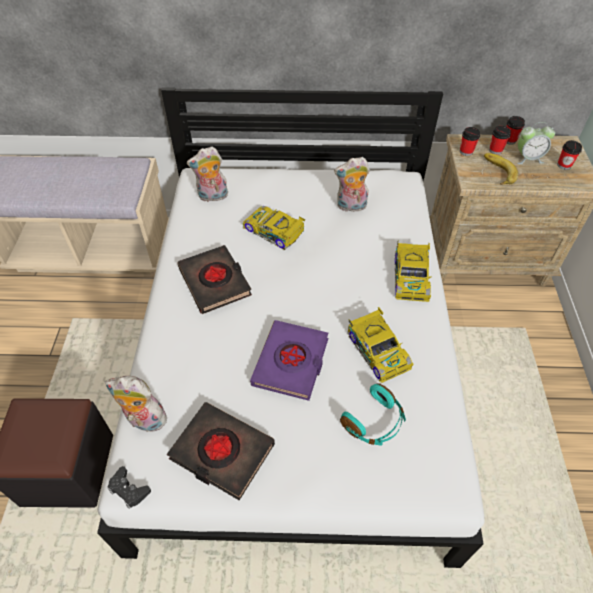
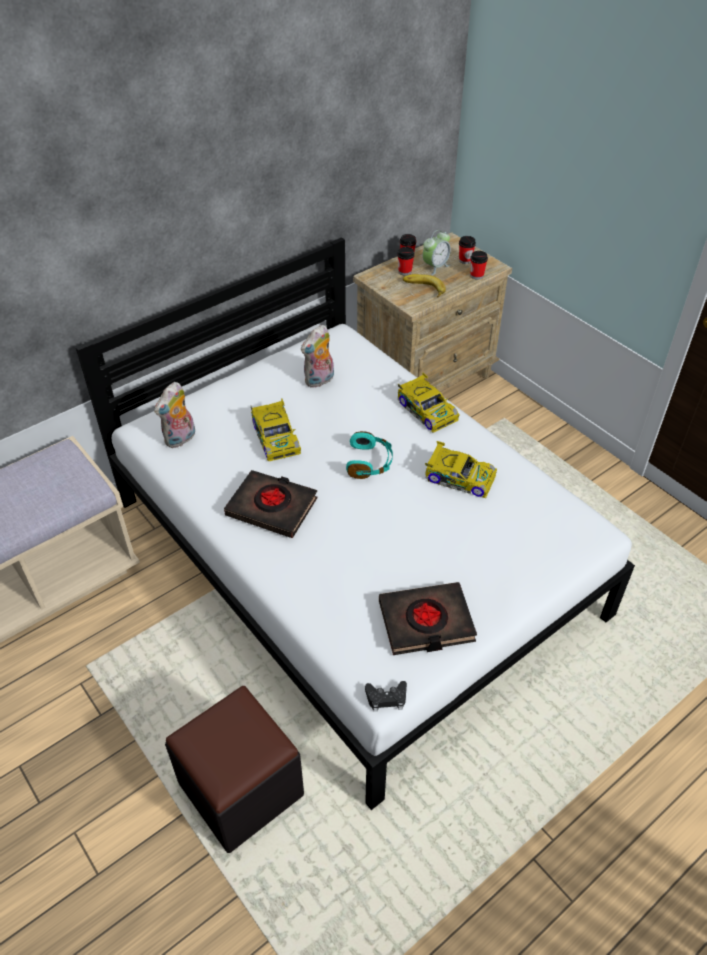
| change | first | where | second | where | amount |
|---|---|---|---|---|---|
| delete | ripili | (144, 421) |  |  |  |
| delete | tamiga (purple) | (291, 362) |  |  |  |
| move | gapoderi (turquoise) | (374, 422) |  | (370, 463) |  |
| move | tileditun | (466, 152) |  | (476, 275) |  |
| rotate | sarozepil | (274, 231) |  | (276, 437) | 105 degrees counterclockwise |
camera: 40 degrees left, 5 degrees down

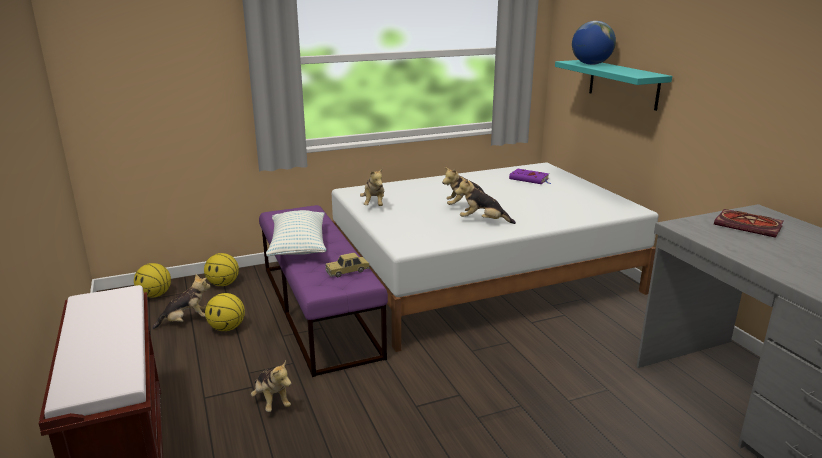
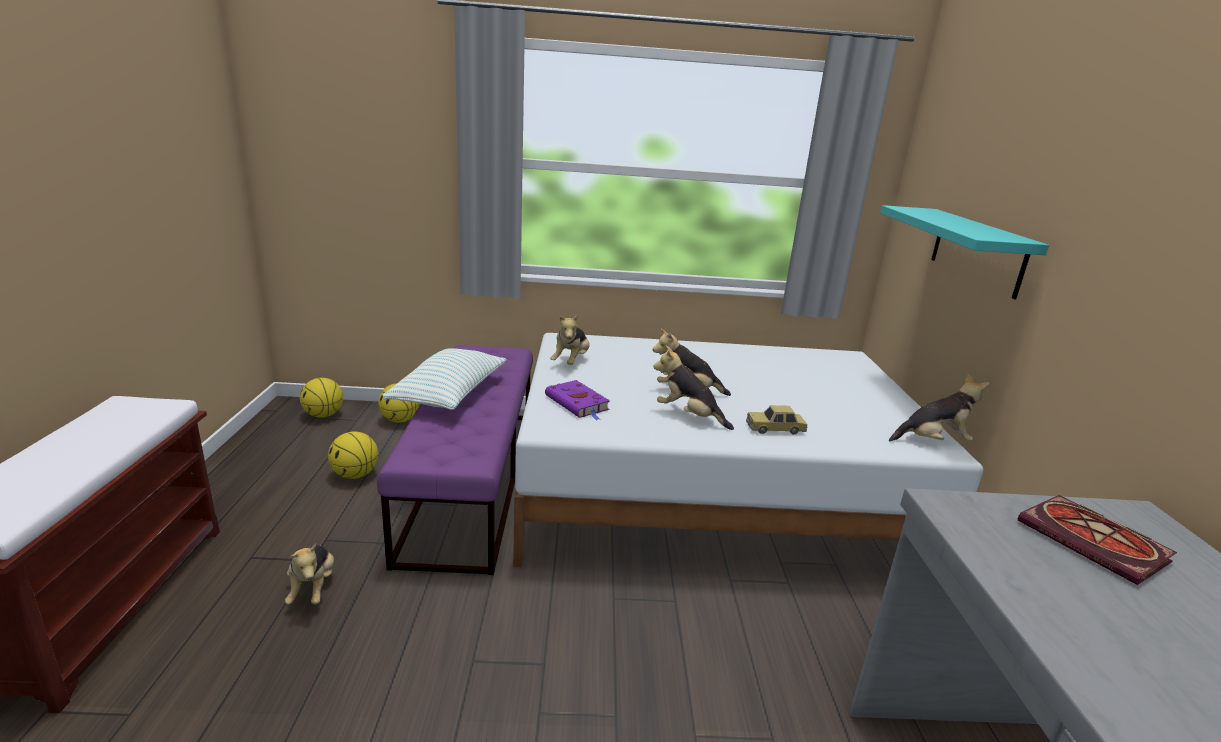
| change | first | where | second | where | amount |
|---|---|---|---|---|---|
| delete | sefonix | (591, 64) |  |  |  |
| move | ripili | (186, 321) |  | (933, 441) |  |
| move | sarozepil | (347, 271) |  | (775, 429) |  |
| move | tamiga (purple) | (530, 179) |  | (578, 403) |  |
camera: 20 degrees right, 0 degrees up

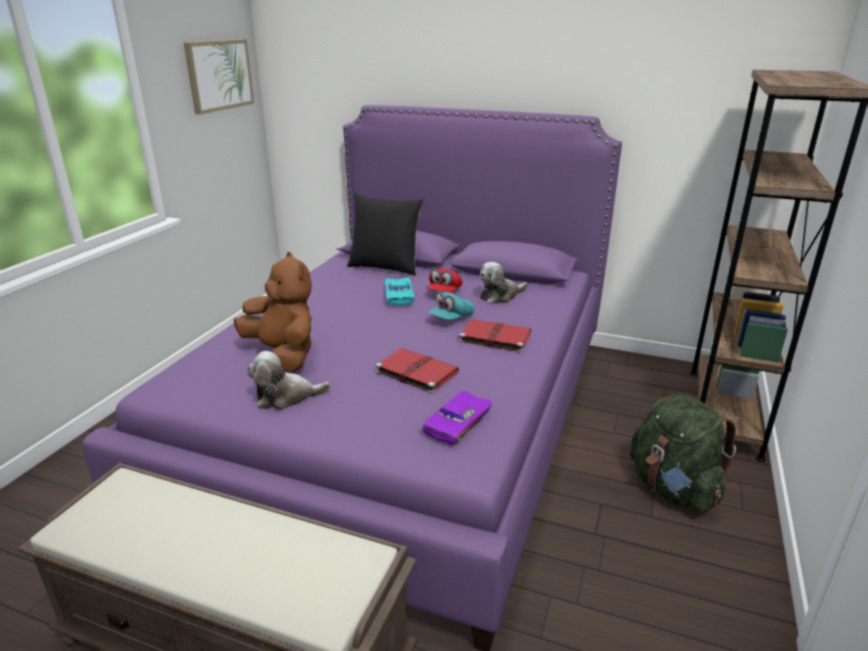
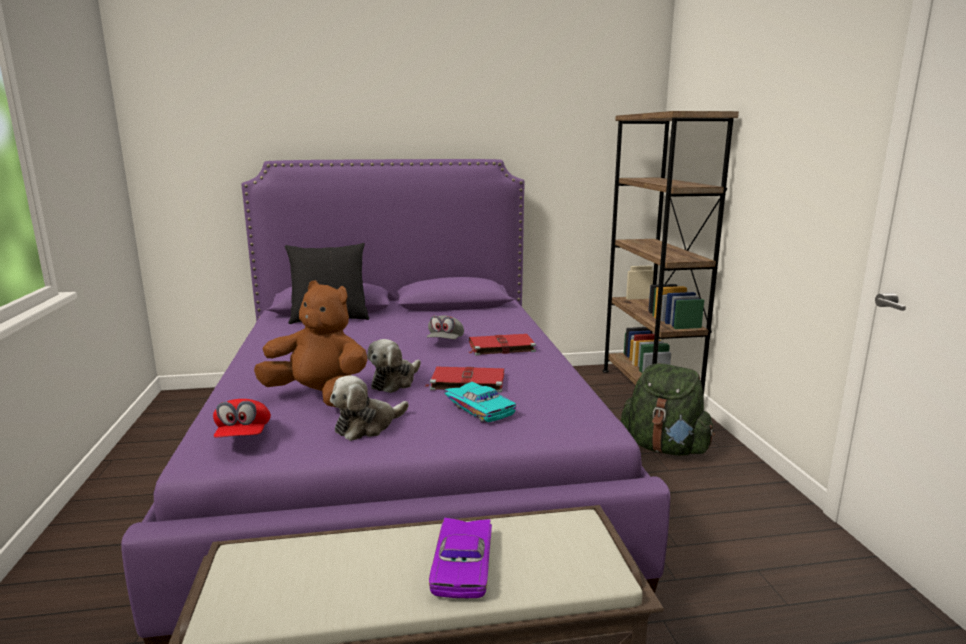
| change | first | where | second | where | amount |
|---|---|---|---|---|---|
| delete | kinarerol | (219, 75) |  |  |  |
| move | sarozepil (turquoise) | (400, 296) |  | (481, 408) |  |
| move | sarozepil (purple) | (459, 424) |  | (466, 565) |  |
| move | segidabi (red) | (444, 292) |  | (243, 436) |  |
| move | ripili | (500, 296) |  | (395, 382) |  |
| recolor | segidabi (turquoise) | (451, 318) | segidabi (grey) | (445, 342) |  |
camera: 30 degrees left, 10 degrees down

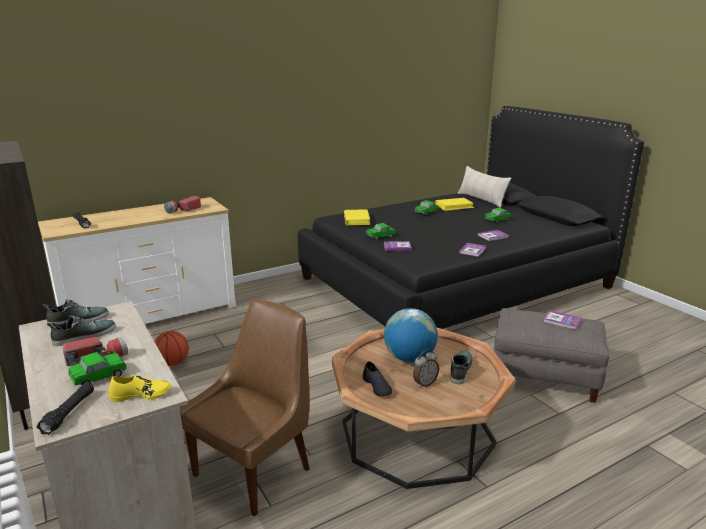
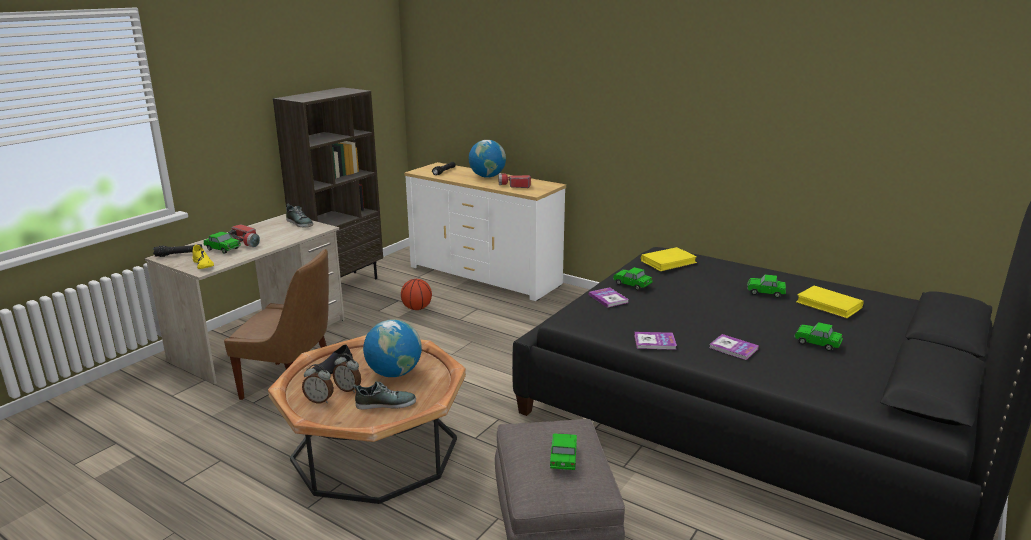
| change | first | where | second | where | amount |
|---|---|---|---|---|---|
| delete | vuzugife | (84, 335) |  |  |  |
| delete | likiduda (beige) | (481, 200) |  |  |  |
| insert |  |  | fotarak | (319, 400) |  |
| insert |  |  | sefonix | (487, 176) |  |
| replace | tamiga | (561, 321) | sarozepil | (563, 459) |  |
camera: 65 degrees right, 0 degrees up

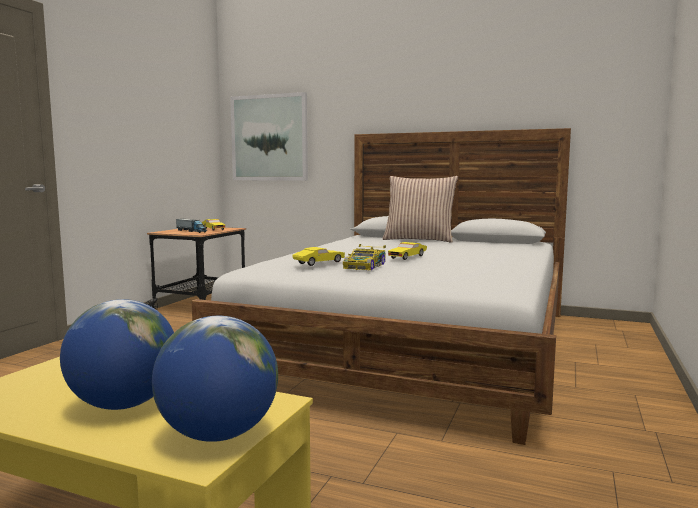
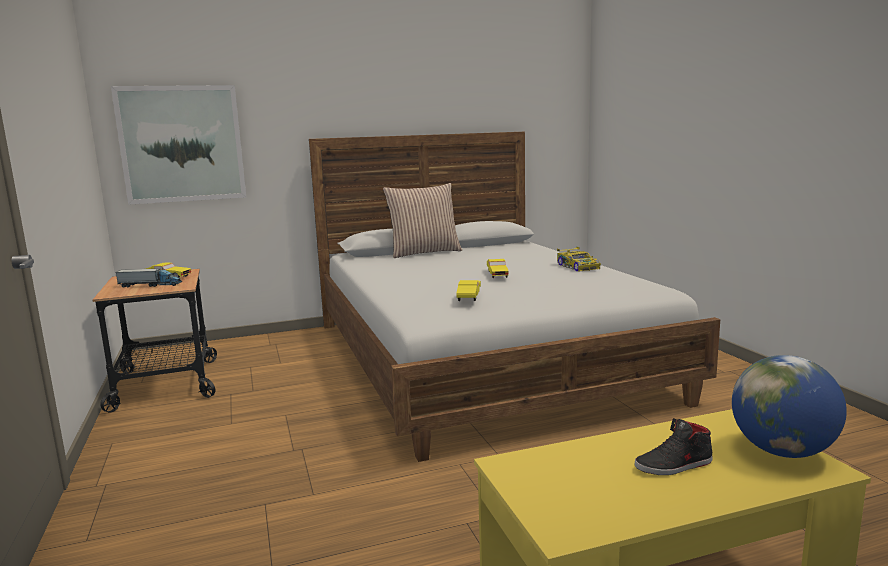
| change | first | where | second | where | amount |
|---|---|---|---|---|---|
| move | sarozepil | (365, 266) |  | (577, 266) |  |
| replace | sefonix | (124, 404) | vuzugife (black) | (674, 465) |  |
camera: 40 degrees left, 5 degrees up

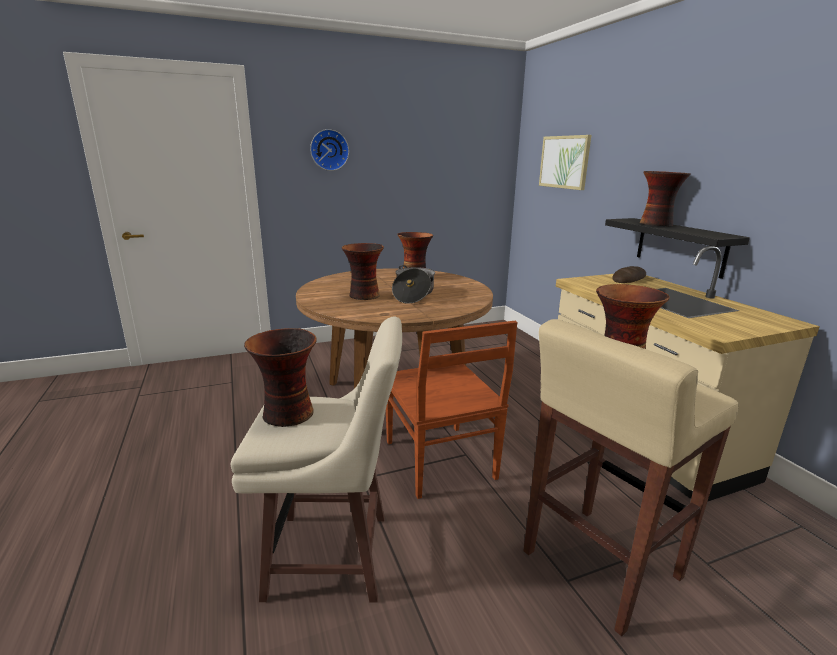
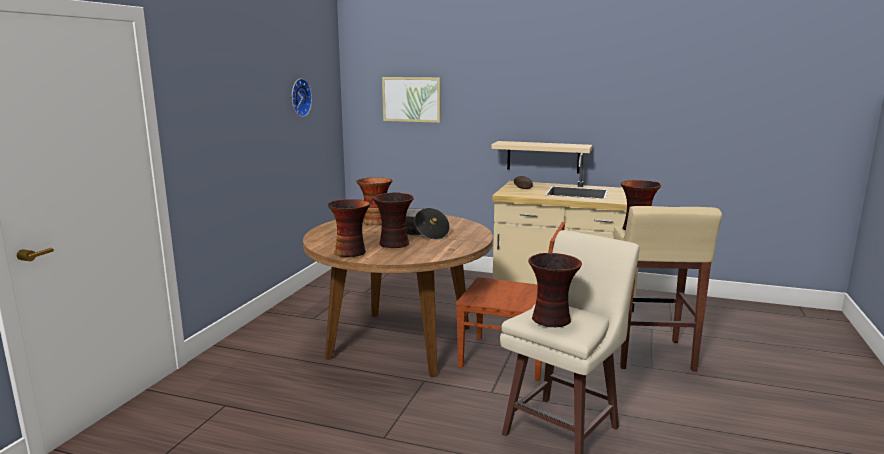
| change | first | where | second | where | amount |
|---|---|---|---|---|---|
| move | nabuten | (329, 150) |  | (299, 97) |  |
| move | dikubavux | (657, 224) |  | (351, 252) |  |
| recolor | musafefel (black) | (680, 246) | musafefel (beige) | (543, 157) |  |
camera: 50 degrees left, 5 degrees down

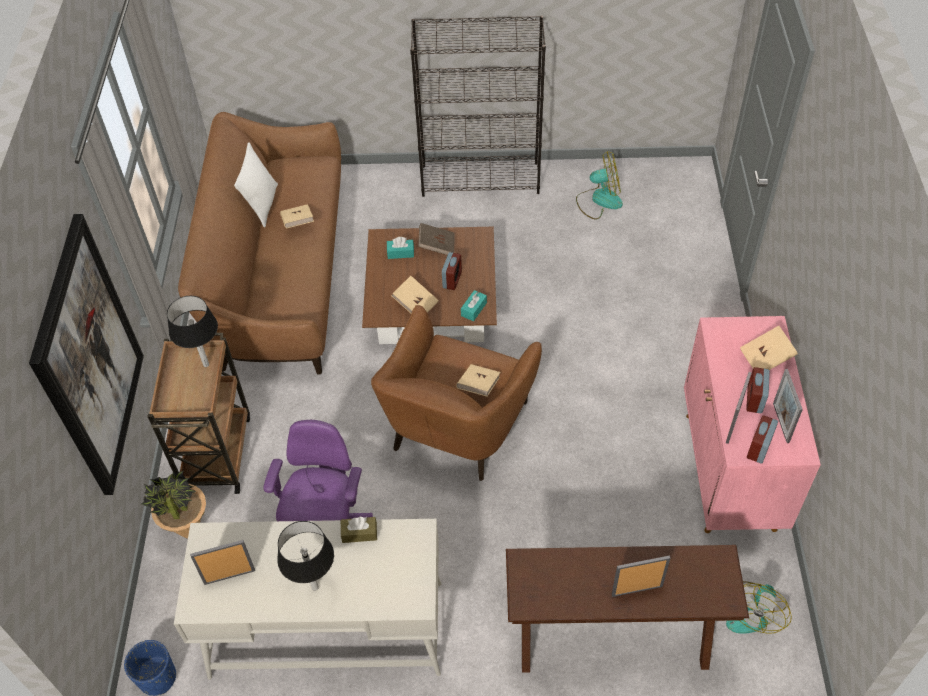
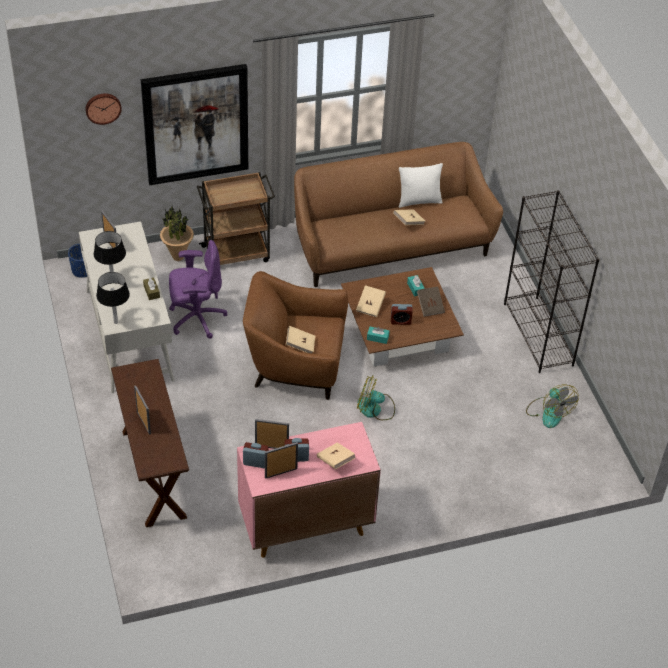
| change | first | where | second | where | amount |
|---|---|---|---|---|---|
| insert |  |  | nabuten | (103, 107) |  |
| move | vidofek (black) | (206, 364) |  | (116, 322) |  |
| move | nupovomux | (751, 610) |  | (375, 409) |  |
camera: 70 degrees right, 5 degrees down

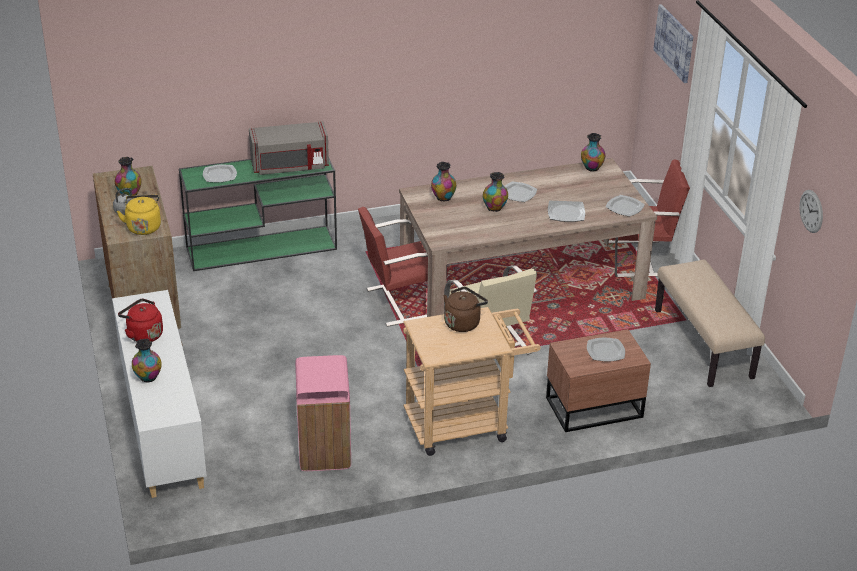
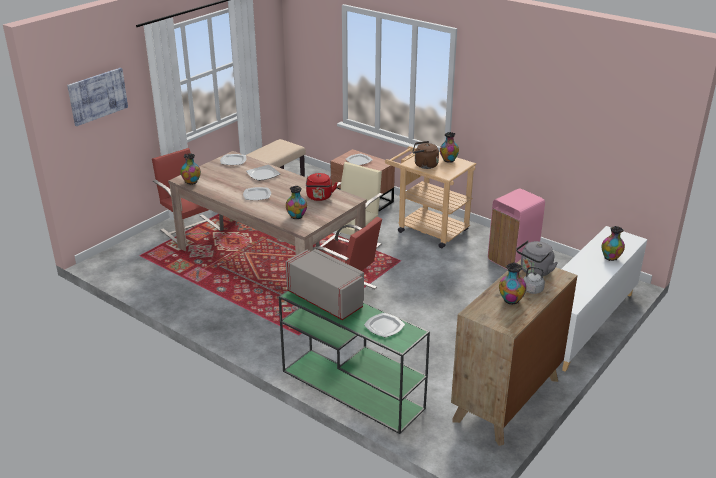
| change | first | where | second | where | amount |
|---|---|---|---|---|---|
| delete | nabuten | (811, 211) |  |  |  |
| move | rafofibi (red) | (143, 334) |  | (319, 197) |  |
| move | dikubavux | (495, 208) |  | (448, 160) |  |
| recolor | rafofibi (yellow) | (143, 226) | rafofibi (grey) | (534, 271) |  |
camera: 125 degrees left, 5 degrees down

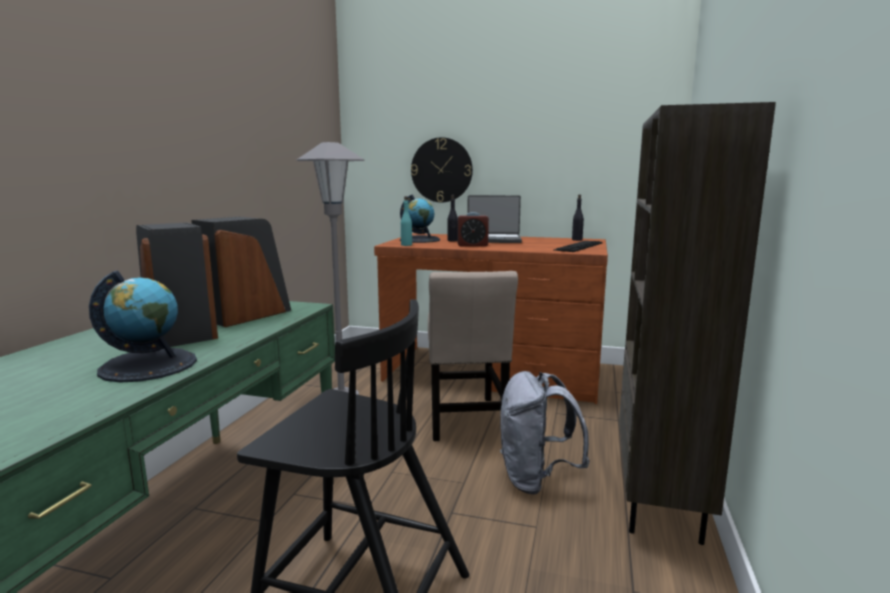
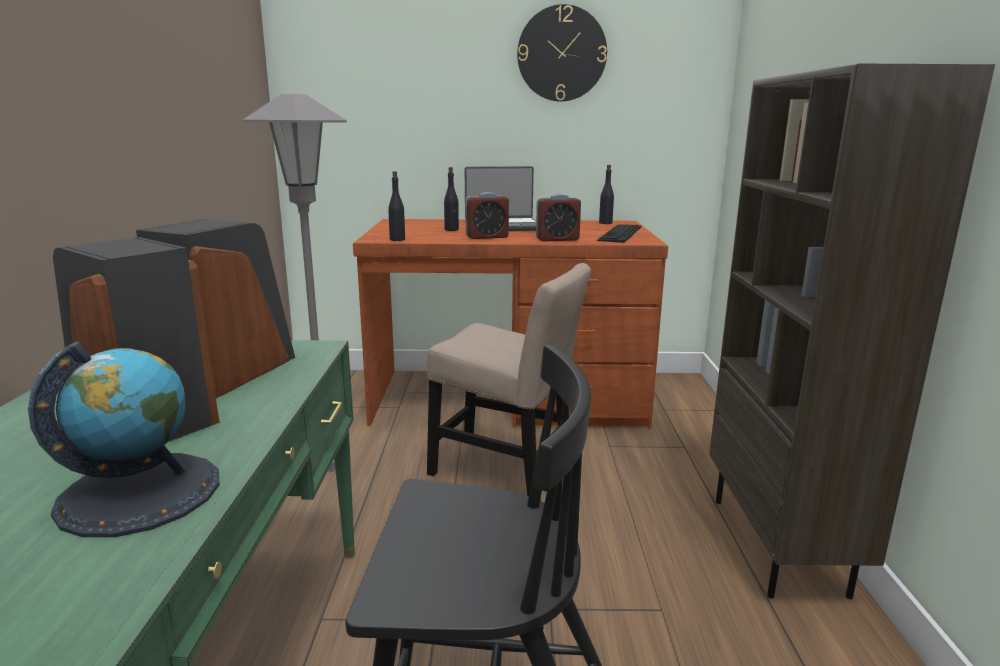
| change | first | where | second | where | amount |
|---|---|---|---|---|---|
| delete | sefonix | (420, 240) |  |  |  |
| delete | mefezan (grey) | (536, 479) |  |  |  |
| insert |  |  | fotarak | (557, 239) |  |
| move | nabuten | (441, 170) |  | (561, 54) |  |
| recolor | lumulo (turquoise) | (406, 245) | lumulo (black) | (397, 239) |  |
| rotate | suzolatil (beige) | (466, 421) |  | (507, 471) | 45 degrees counterclockwise |
camera: 15 degrees left, 5 degrees up

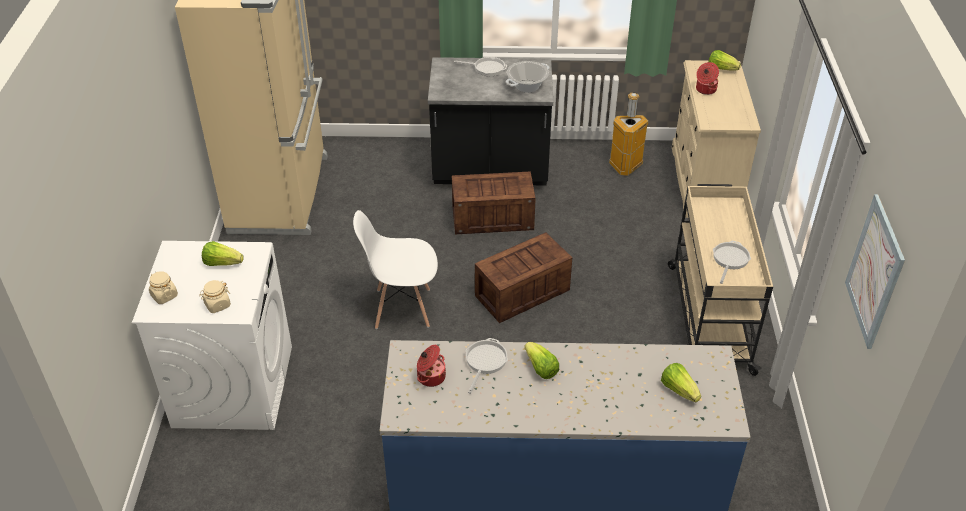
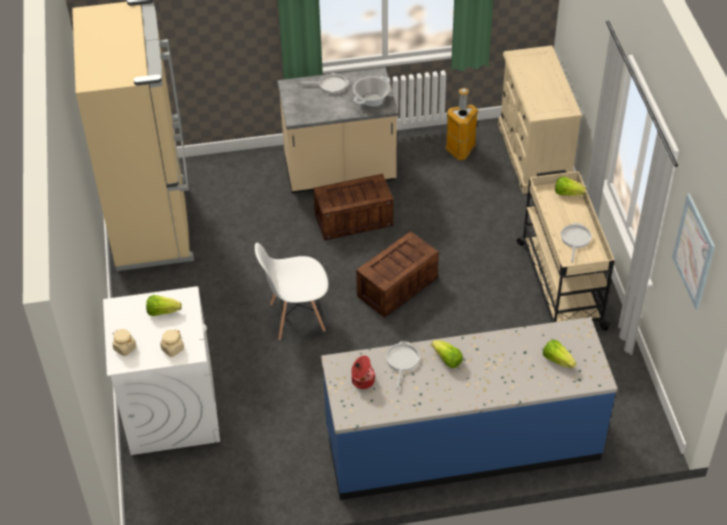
| change | first | where | second | where | amount |
|---|---|---|---|---|---|
| delete | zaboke | (705, 89) |  |  |  |
| move | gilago | (721, 69) |  | (568, 193) |  |
| recolor | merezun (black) | (490, 172) | merezun (beige) | (340, 173) |  |
camera: 10 degrees left, 5 degrees up

